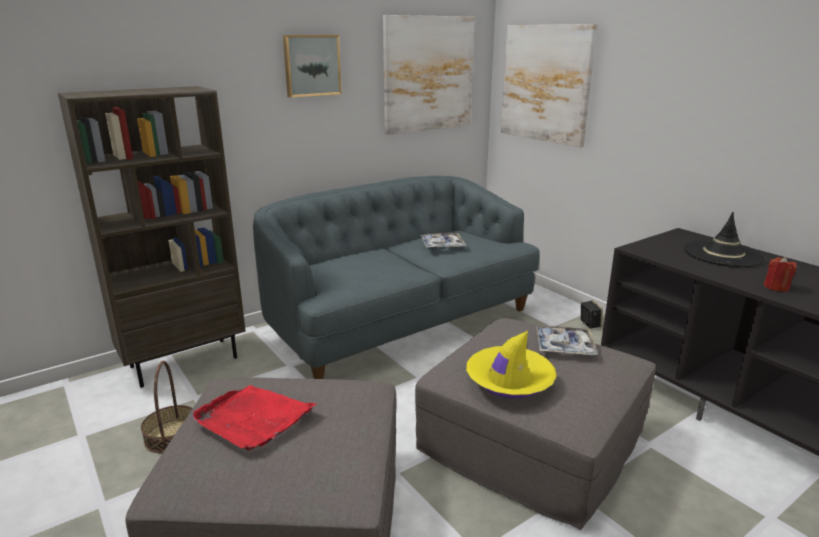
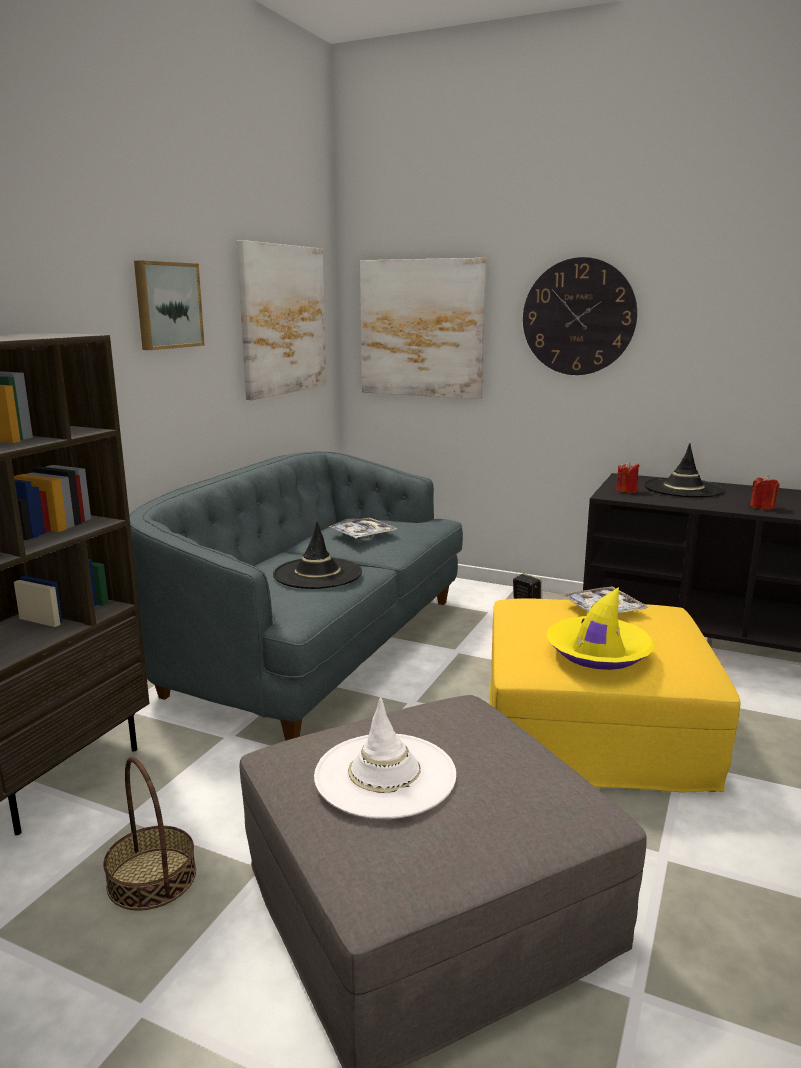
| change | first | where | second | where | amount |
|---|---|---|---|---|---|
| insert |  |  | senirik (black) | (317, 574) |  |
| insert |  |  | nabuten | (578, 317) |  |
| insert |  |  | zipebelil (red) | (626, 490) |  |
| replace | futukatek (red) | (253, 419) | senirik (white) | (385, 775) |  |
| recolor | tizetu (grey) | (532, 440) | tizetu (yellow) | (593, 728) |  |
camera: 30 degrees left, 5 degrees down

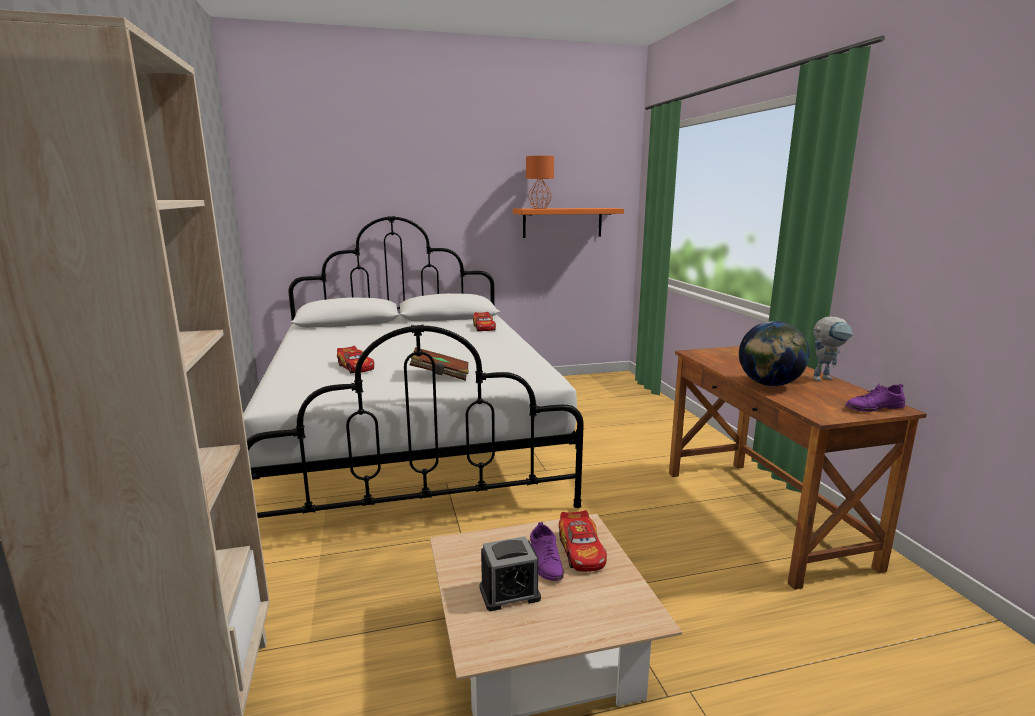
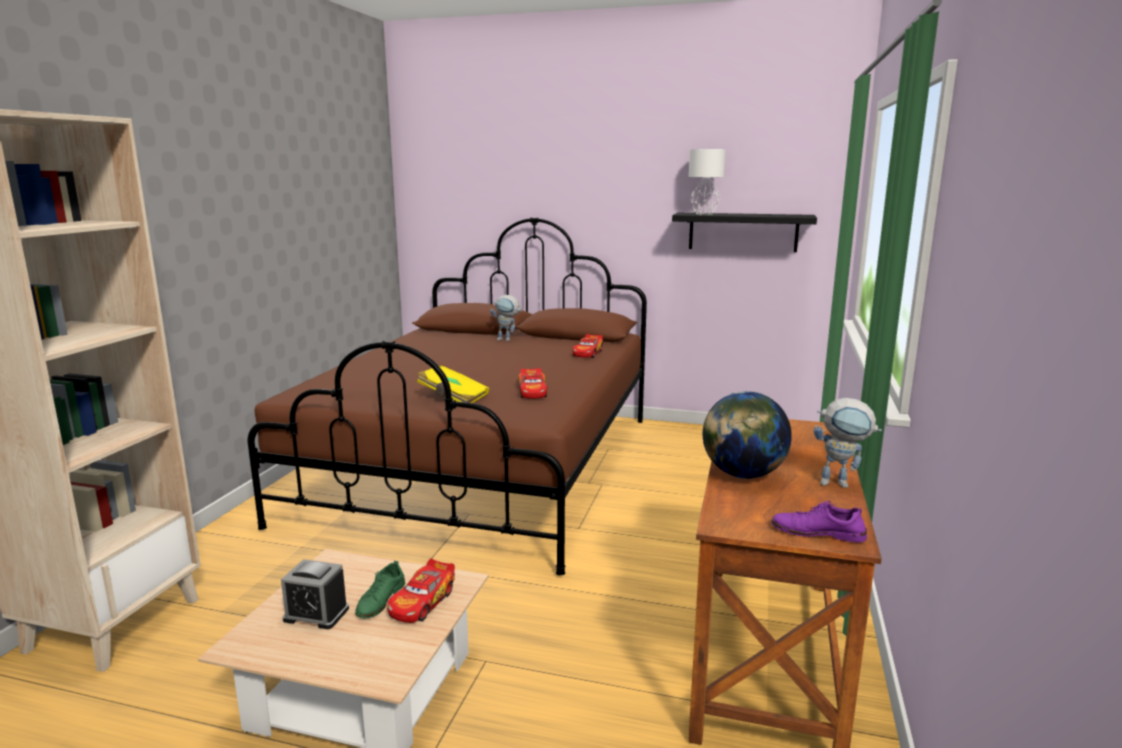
| change | first | where | second | where | amount |
|---|---|---|---|---|---|
| insert |  |  | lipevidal | (507, 340) |  |
| move | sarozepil | (356, 367) |  | (533, 392) |  |
| recolor | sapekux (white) | (412, 442) | sapekux (brown) | (485, 467) |  |
| recolor | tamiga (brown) | (440, 376) | tamiga (yellow) | (453, 397) |  |
| recolor | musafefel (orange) | (562, 222) | musafefel (black) | (743, 232) |  |
| recolor | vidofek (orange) | (540, 208) | vidofek (white) | (705, 214) |  |
| recolor | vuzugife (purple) | (545, 561) | vuzugife (green) | (380, 600) |  |
camera: 30 degrees right, 0 degrees up

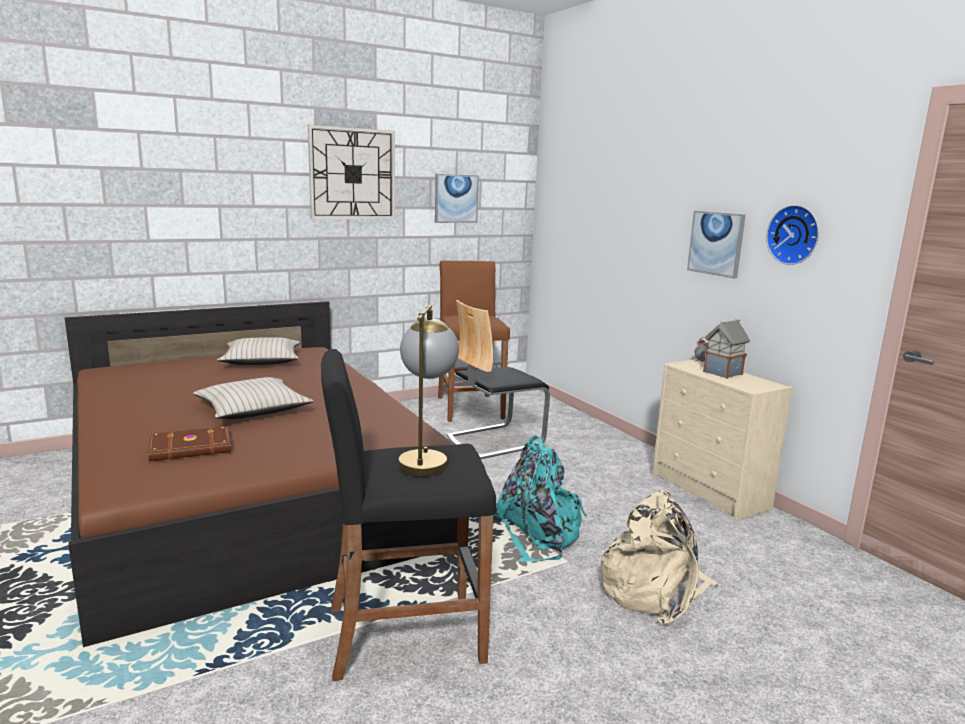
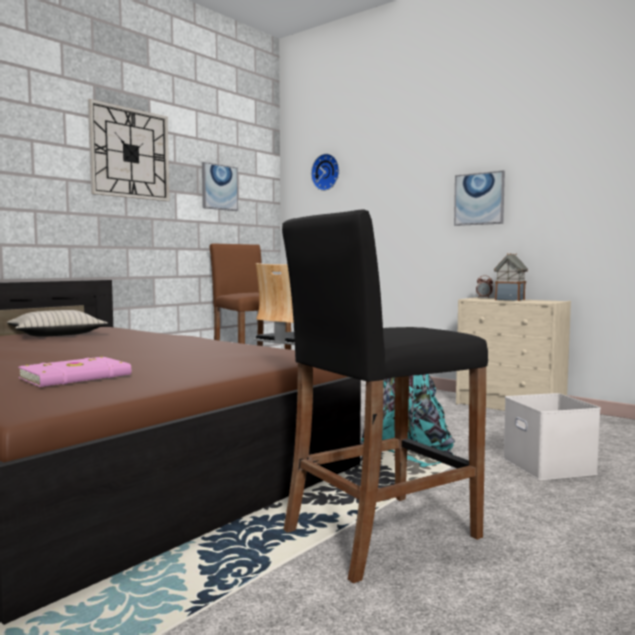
| change | first | where | second | where | amount |
|---|---|---|---|---|---|
| delete | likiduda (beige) | (252, 410) |  |  |  |
| delete | vidofek | (425, 459) |  |  |  |
| move | nabuten | (795, 235) |  | (326, 172) |  |
| replace | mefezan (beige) | (654, 590) | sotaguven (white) | (550, 466) |  |
| recolor | tamiga (brown) | (191, 448) | tamiga (pink) | (77, 377) |  |
camera: 20 degrees left, 10 degrees down

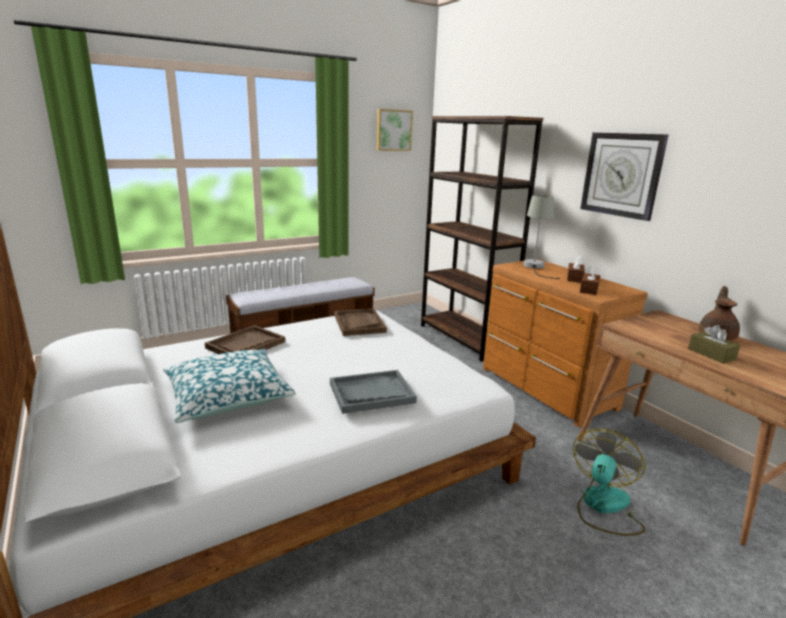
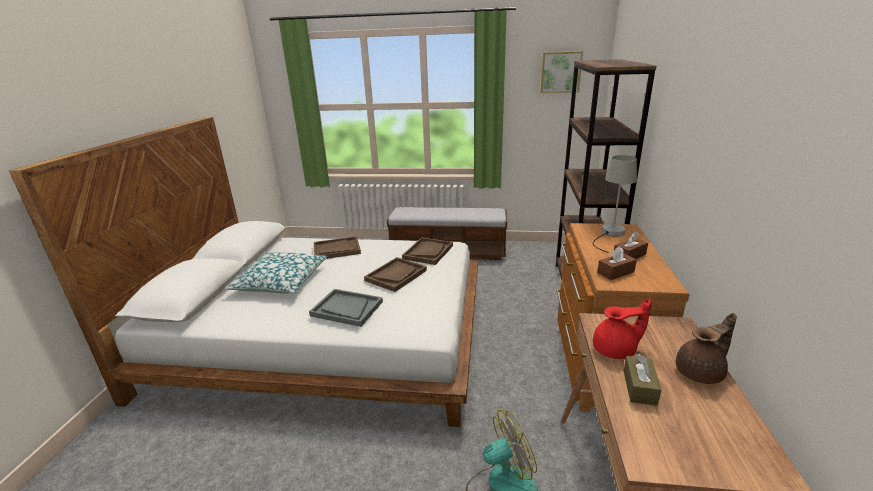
| change | first | where | second | where | amount |
|---|---|---|---|---|---|
| delete | nabuten | (622, 175) |  |  |  |
| insert |  |  | futukatek (brown) | (396, 275) |  |
| insert |  |  | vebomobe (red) | (616, 350) |  |
camera: 40 degrees right, 5 degrees up

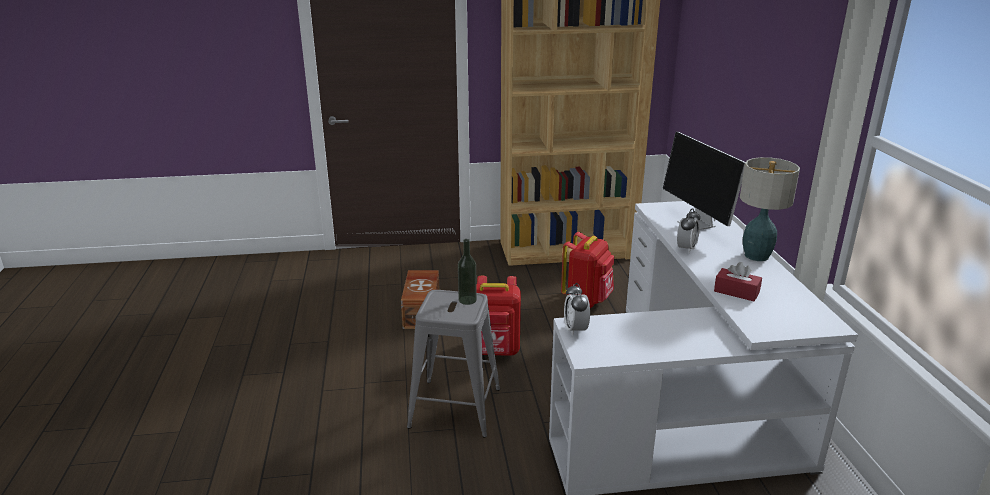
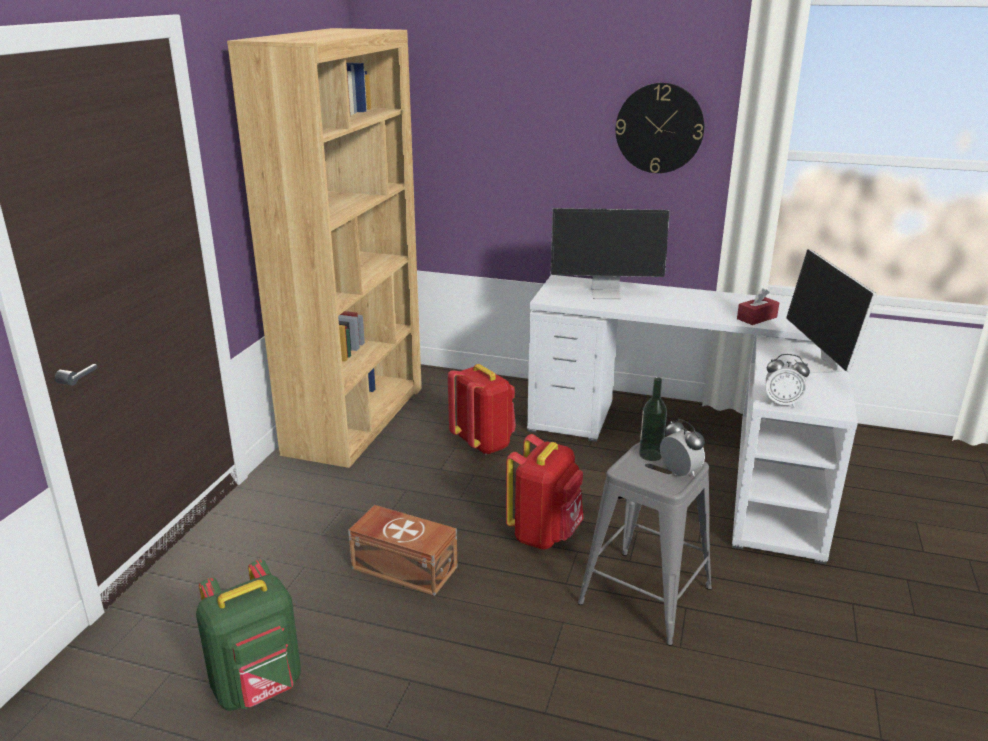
| change | first | where | second | where | amount |
|---|---|---|---|---|---|
| delete | vidofek | (756, 256) |  |  |  |
| insert |  |  | mefezan (green) | (259, 688) |  |
| insert |  |  | nabuten | (659, 128) |  |
| insert |  |  | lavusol | (819, 366) |  |
| move | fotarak | (686, 248) |  | (679, 473) |  |
camera: 65 degrees left, 0 degrees up

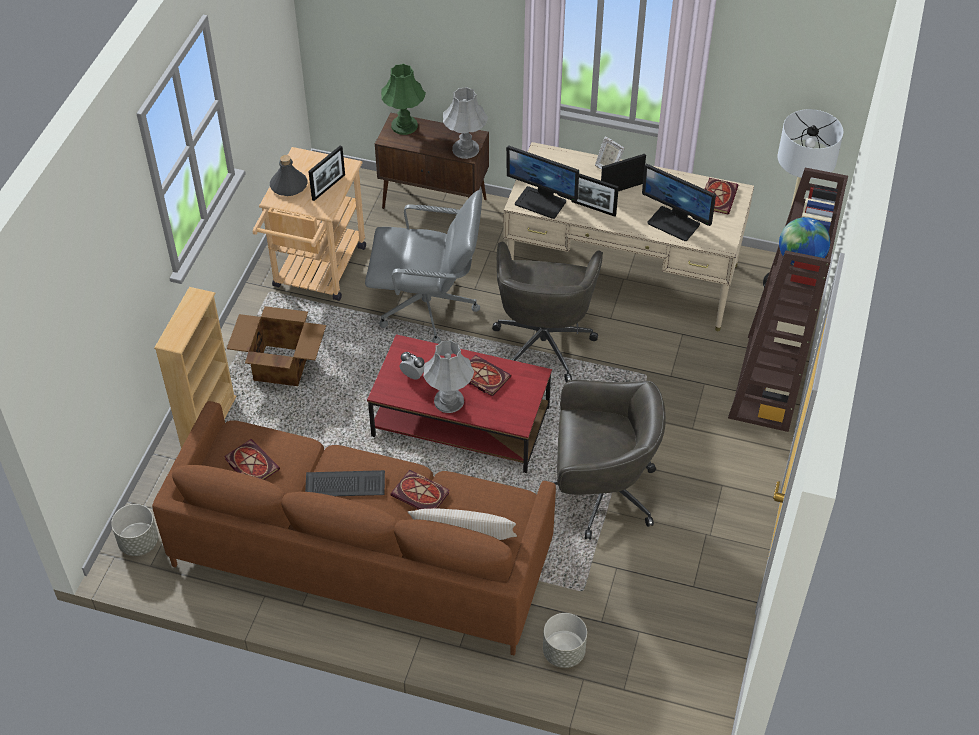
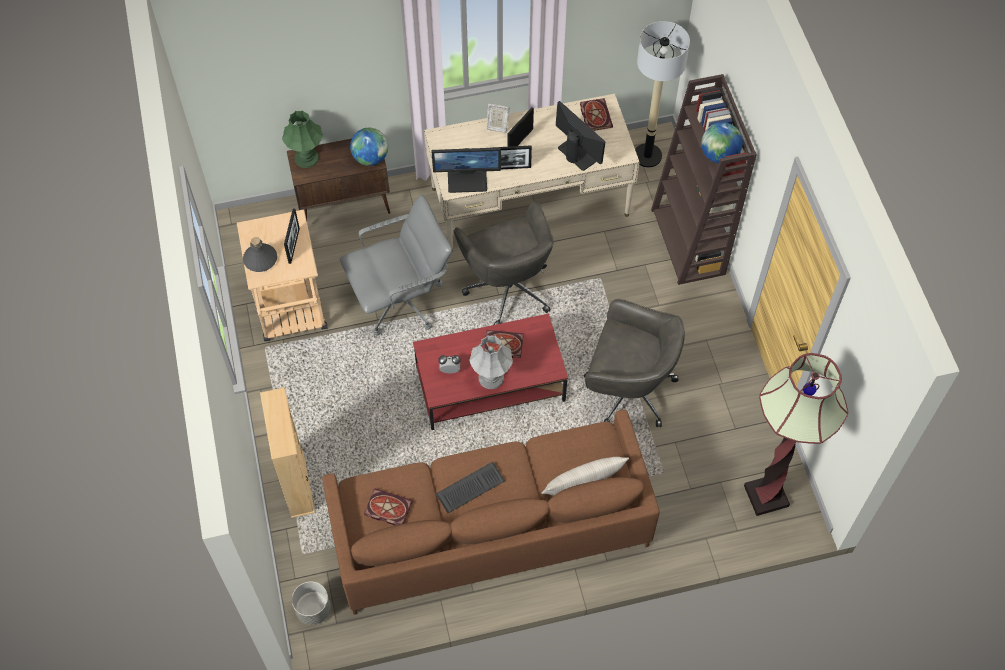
| change | first | where | second | where | amount |
|---|---|---|---|---|---|
| delete | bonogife | (280, 366) |  |  |  |
| delete | tamiga | (422, 494) |  |  |  |
| delete | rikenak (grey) | (563, 652) |  |  |  |
| insert |  |  | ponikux | (765, 496) |  |
| replace | vidofek (grey) | (465, 149) | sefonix | (370, 158) |  |
| rotate | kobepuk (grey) | (600, 493) |  | (627, 390) | 45 degrees clockwise |
| rotate | lavusol | (674, 223) |  | (578, 153) | 135 degrees counterclockwise |
camera: 30 degrees left, 10 degrees up

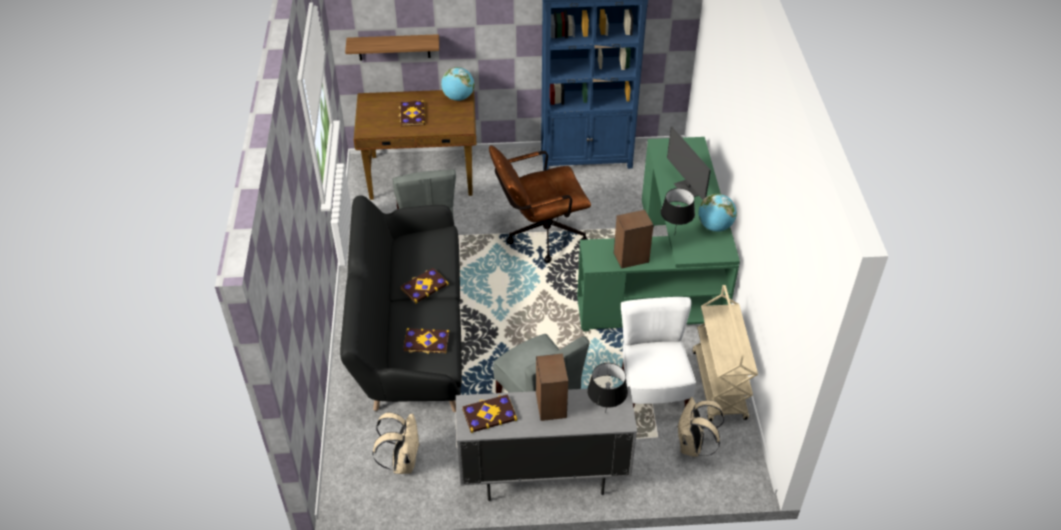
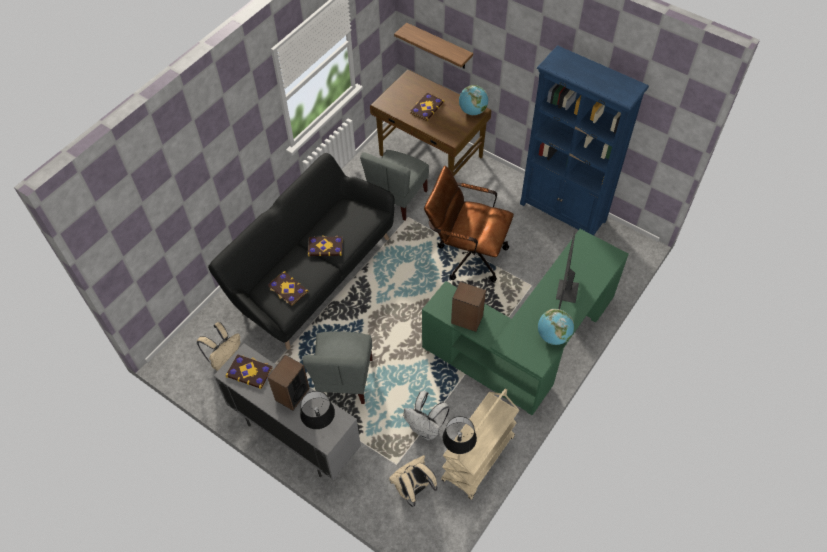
| change | first | where | second | where | amount |
|---|---|---|---|---|---|
| move | vidofek (black) | (675, 235) |  | (458, 450) |  |
| replace | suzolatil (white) | (652, 392) | mefezan (white) | (426, 429) |  |
camera: 40 degrees right, 10 degrees up

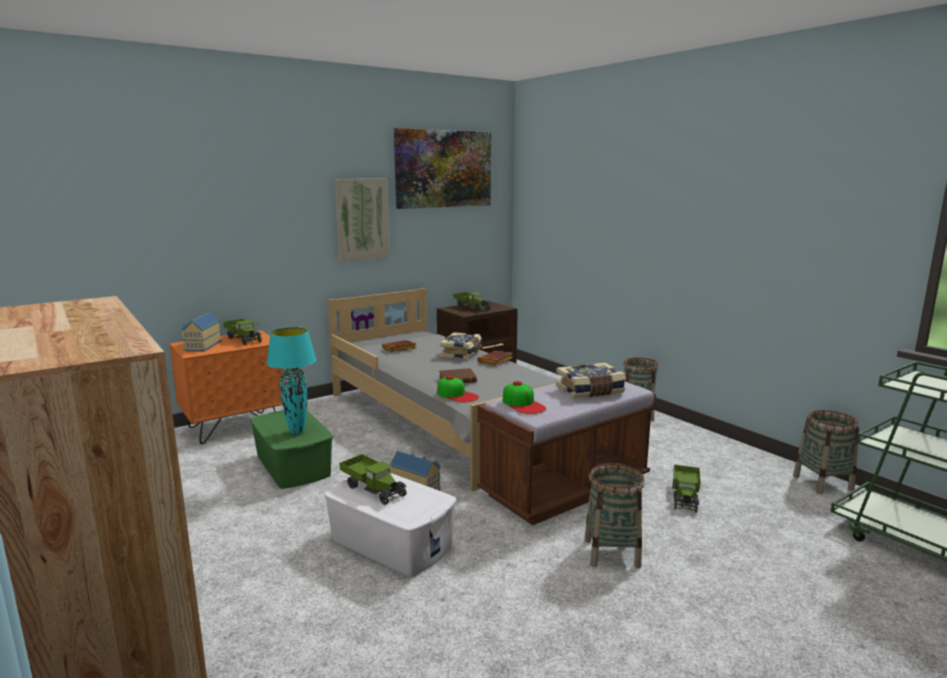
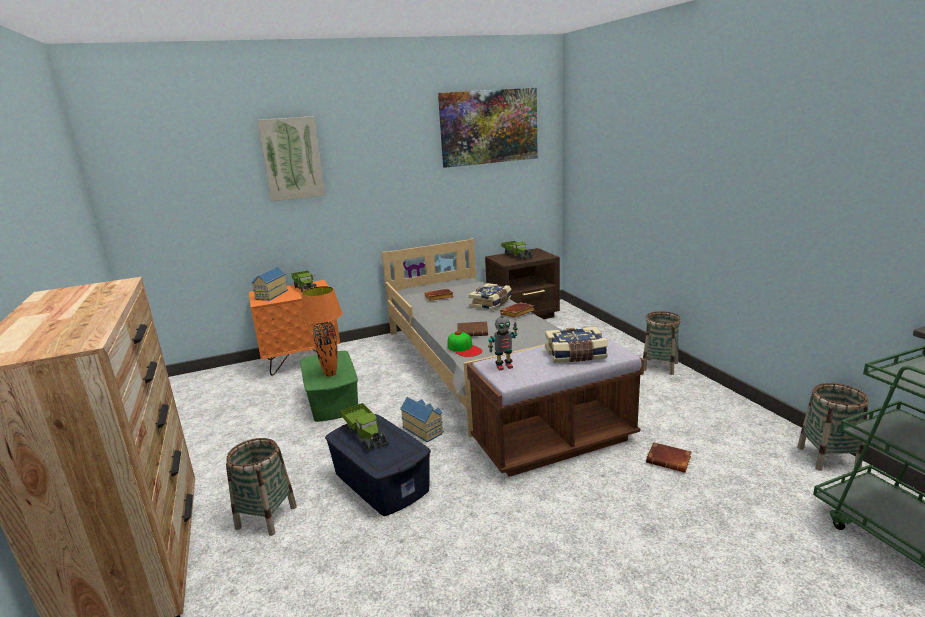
| change | first | where | second | where | amount |
|---|---|---|---|---|---|
| move | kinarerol | (362, 219) |  | (292, 158) |  |
| move | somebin | (611, 553) |  | (266, 517) |  |
| replace | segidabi | (523, 404) | lipevidal | (504, 366) |  |
| replace | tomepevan | (685, 497) | tamiga (brown) | (669, 460) |  |
| recolor | vidofek (turquoise) | (296, 432) | vidofek (orange) | (330, 374) |  |
| recolor | sotaguven (white) | (391, 542) | sotaguven (blue) | (381, 481) |  |
camera: 15 degrees right, 5 degrees up

